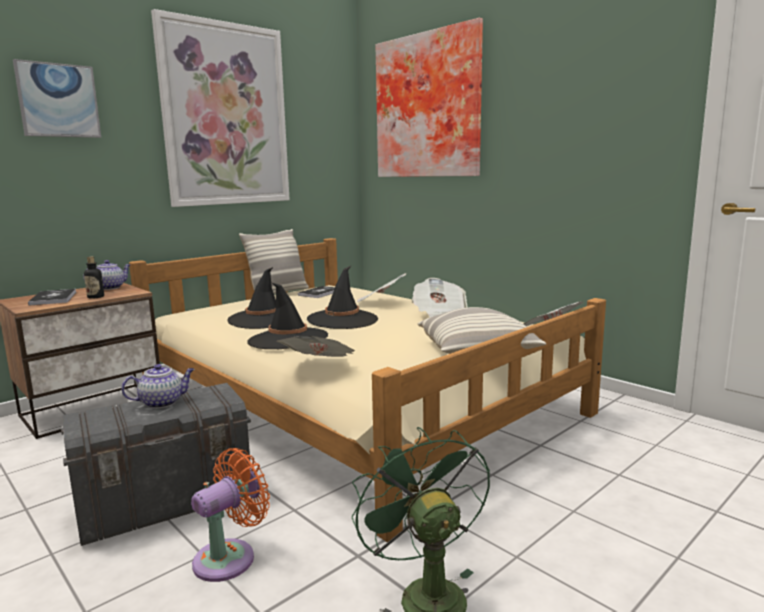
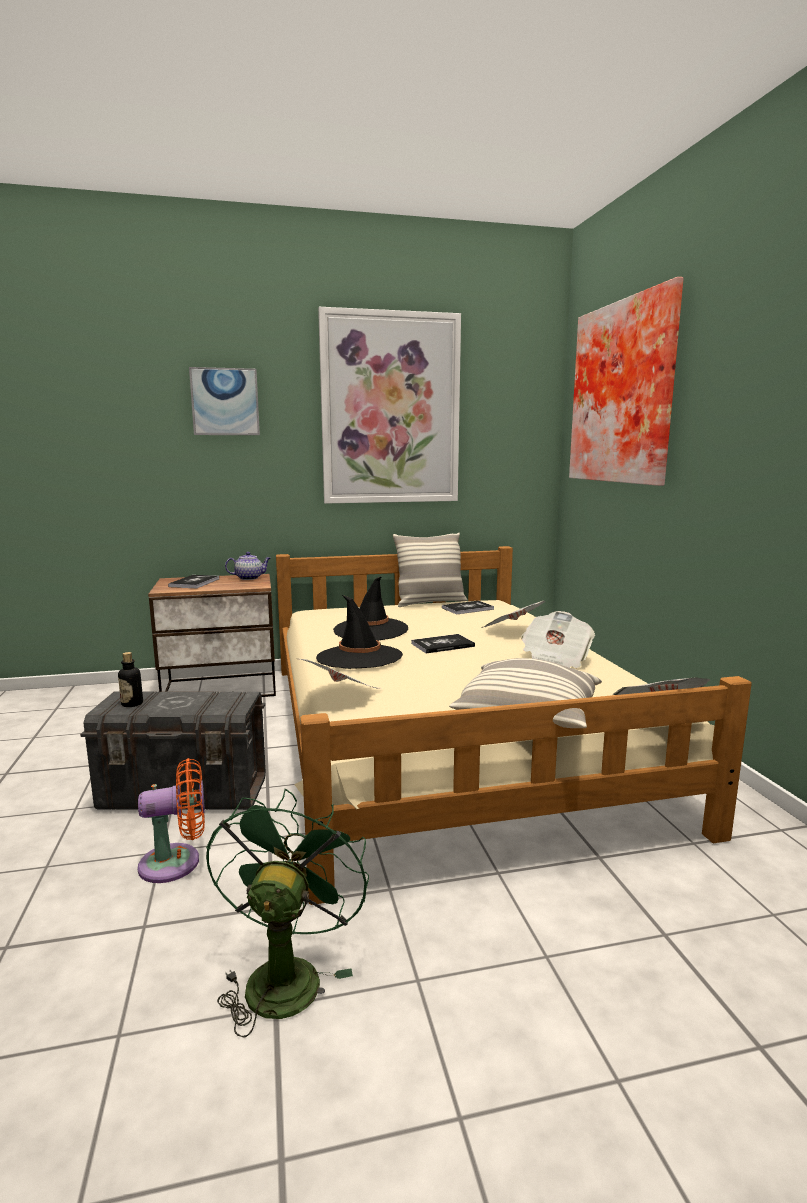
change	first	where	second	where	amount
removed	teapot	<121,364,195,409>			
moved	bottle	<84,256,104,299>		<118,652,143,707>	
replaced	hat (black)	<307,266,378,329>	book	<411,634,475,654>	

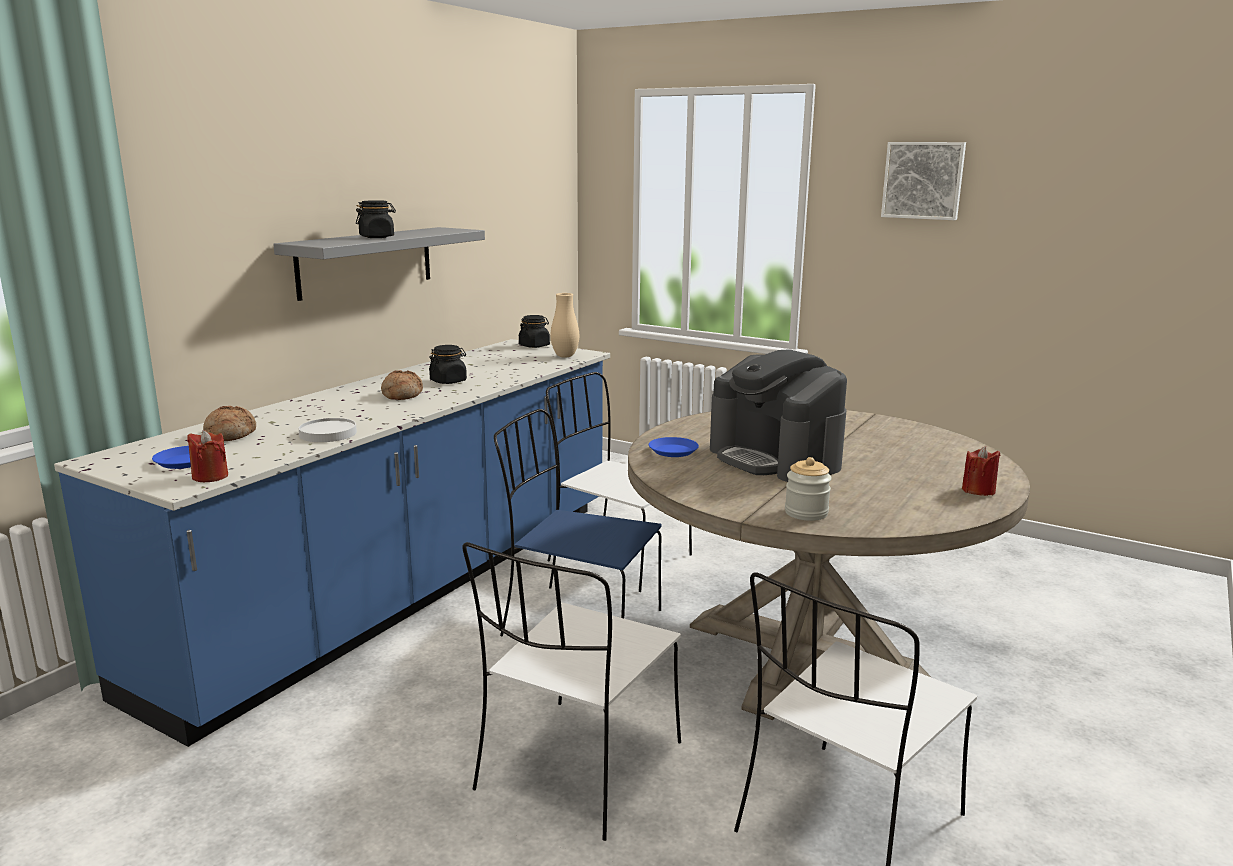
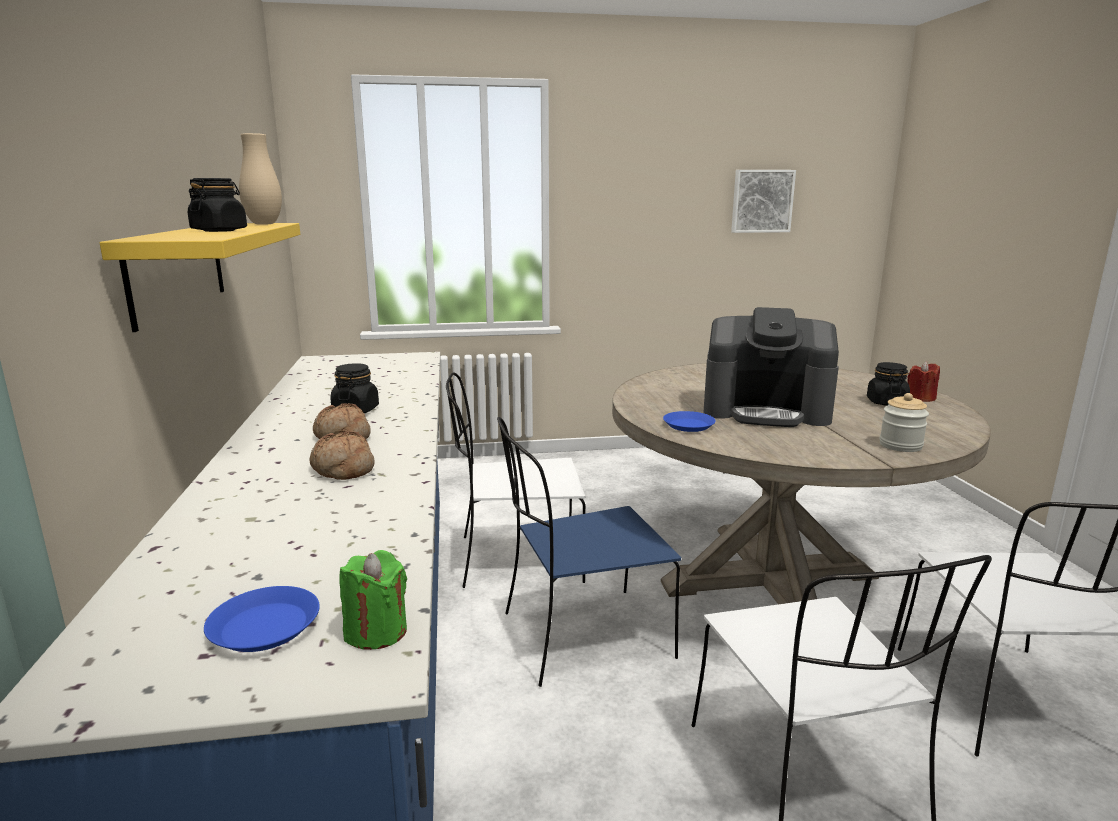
change	first	where	second	where	amount
removed	plate (white)	<299,418,357,442>			
moved	bread	<203,406,256,441>		<310,431,375,480>	
moved	jar (black)	<519,315,550,348>		<867,362,910,406>	
moved	vase (beige)	<551,293,579,358>		<239,133,282,225>	
moved	picture	<881,142,966,220>		<731,170,796,233>	
recoloured	candle (red)	<187,430,228,482>	candle (green)	<339,550,407,650>	
recoloured	shelf (grey)	<273,227,485,301>	shelf (yellow)	<100,223,300,332>	

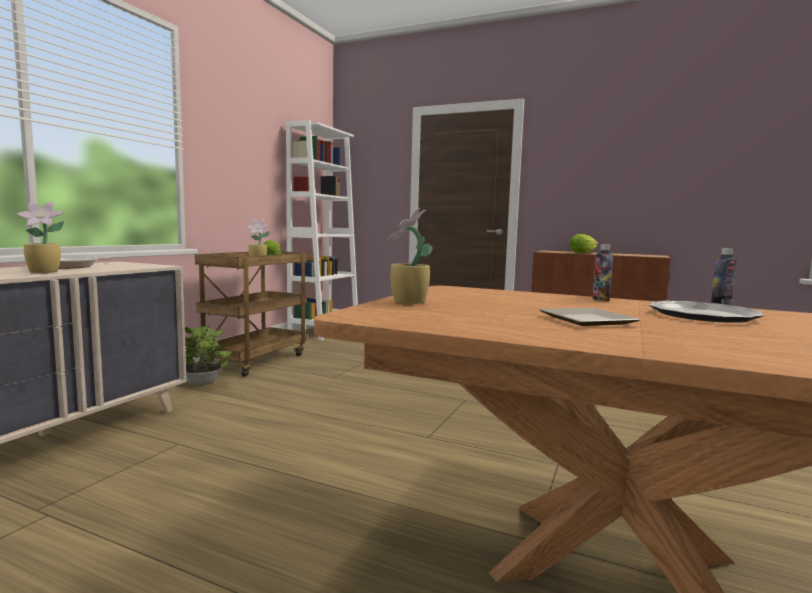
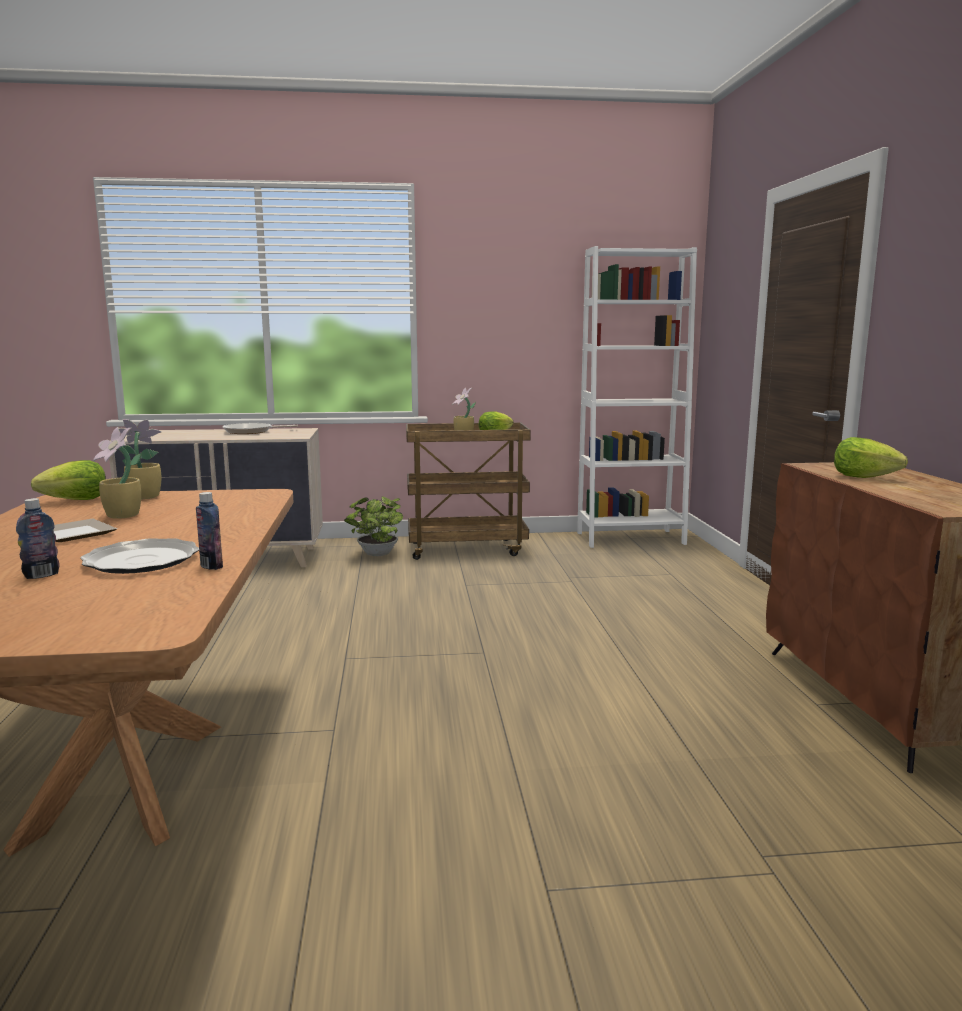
change	first	where	second	where	amount
added			lettuce	<31,460,106,500>	
moved	potted plant	<16,202,64,273>		<93,427,142,519>	
moved	bottle	<593,244,613,301>		<16,498,60,579>	

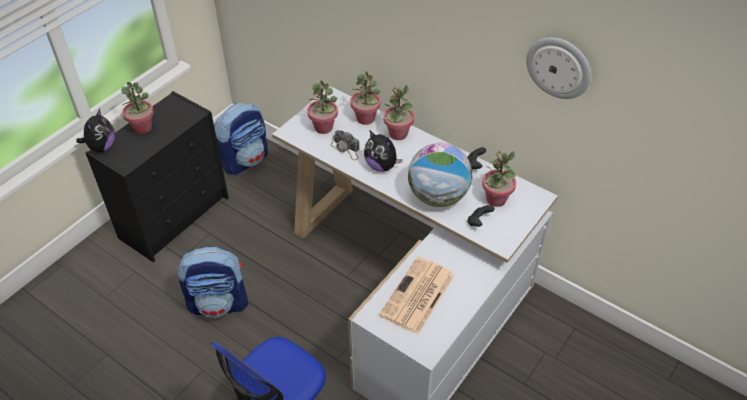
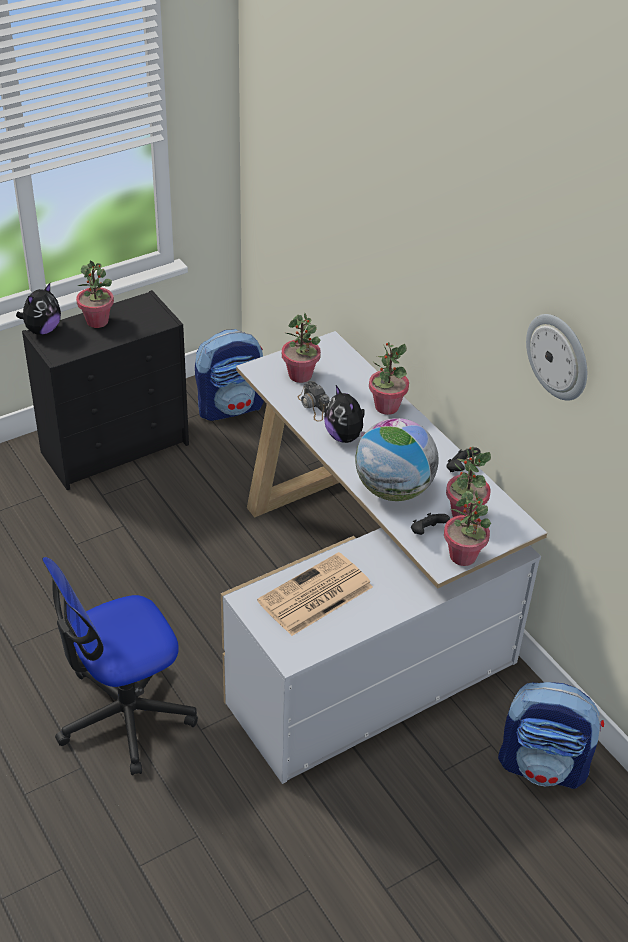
change	first	where	second	where	amount
moved	backpack	<178,247,248,318>		<498,682,604,789>	
moved	potted plant	<350,72,381,125>		<444,490,491,566>	

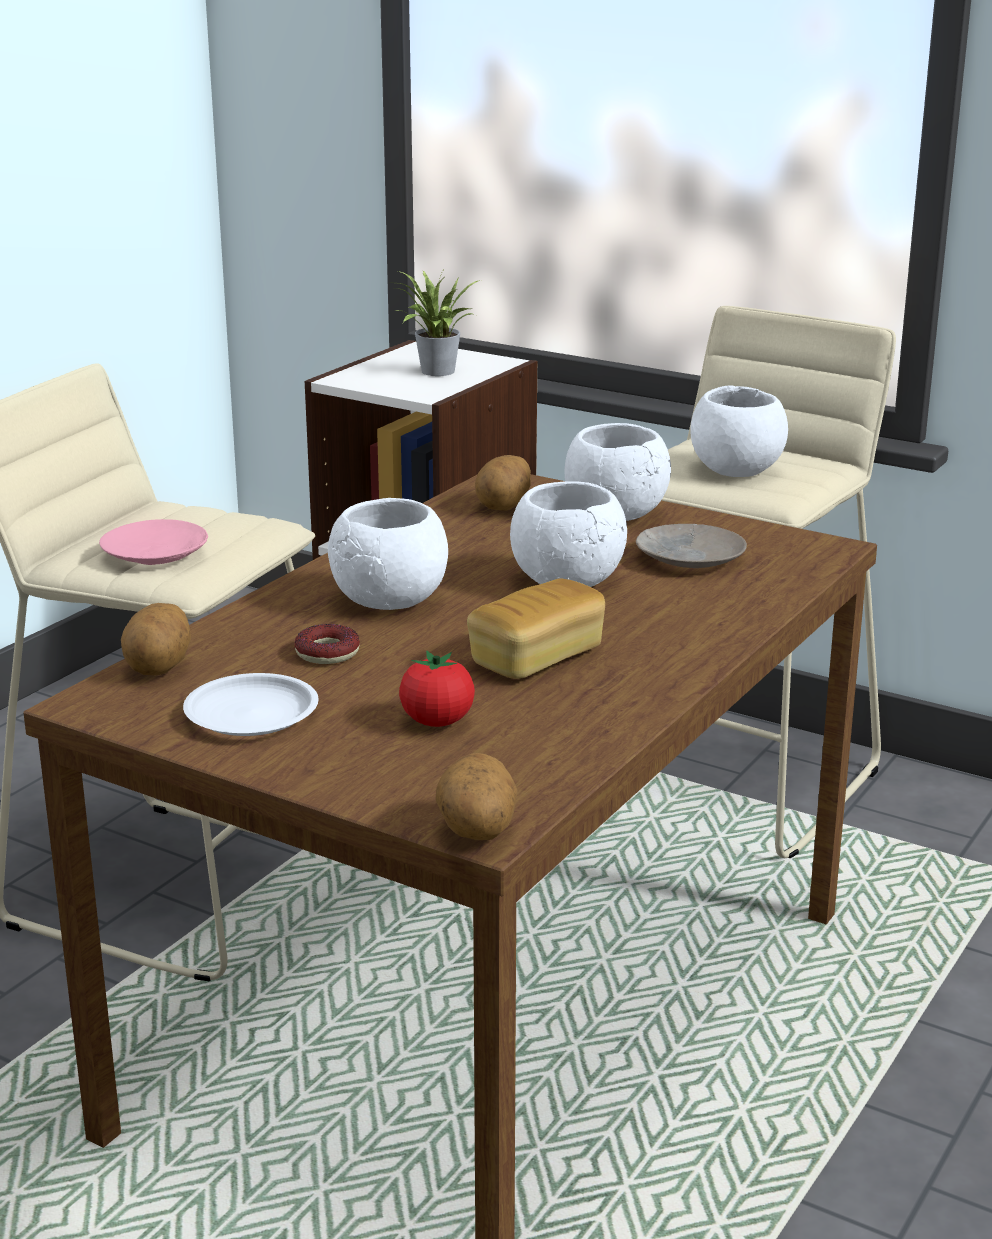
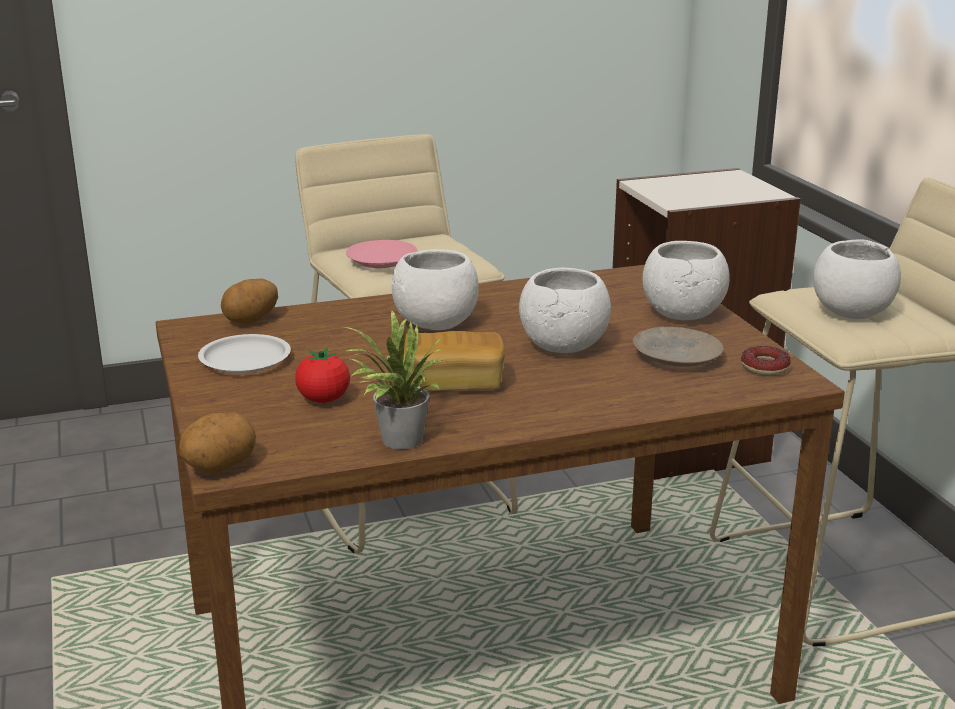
change	first	where	second	where	amount
removed	potato	<475,455,531,511>			
moved	donut	<294,624,360,664>		<741,346,791,375>	
moved	potted plant	<394,268,480,376>		<341,310,443,450>	

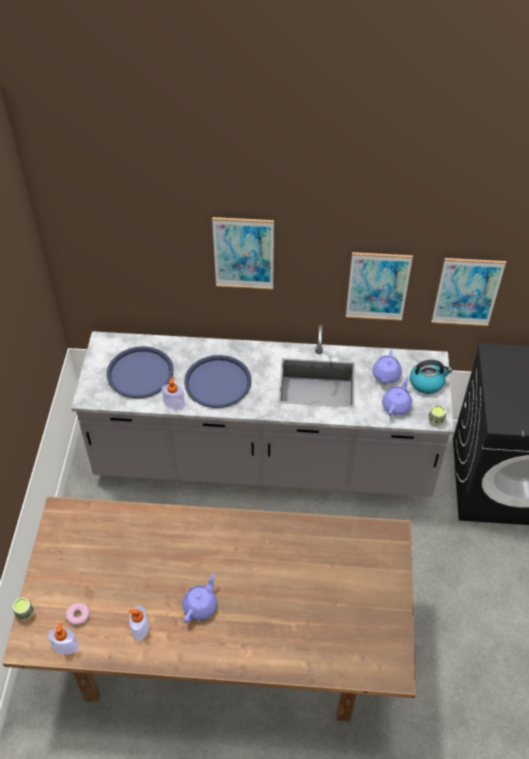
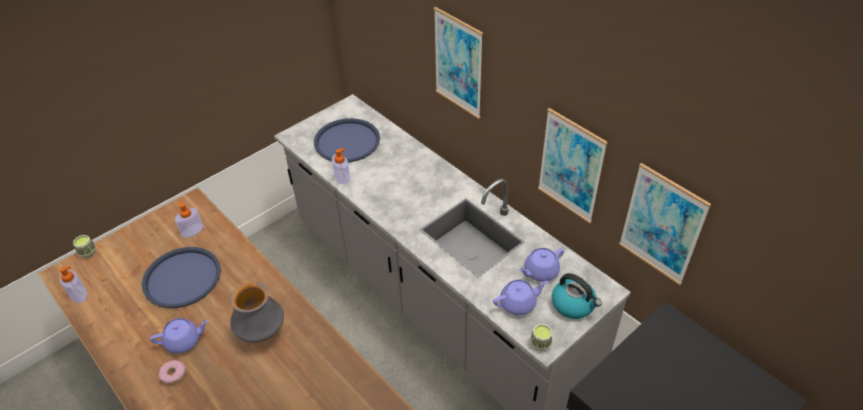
change	first	where	second	where	amount
added			vase	<230,282,284,343>	
moved	donut	<66,603,90,626>		<159,360,186,385>	
moved	soap dispenser	<129,605,149,641>		<175,202,203,238>	
moved	tray (blue)	<184,355,252,408>		<142,247,221,308>	

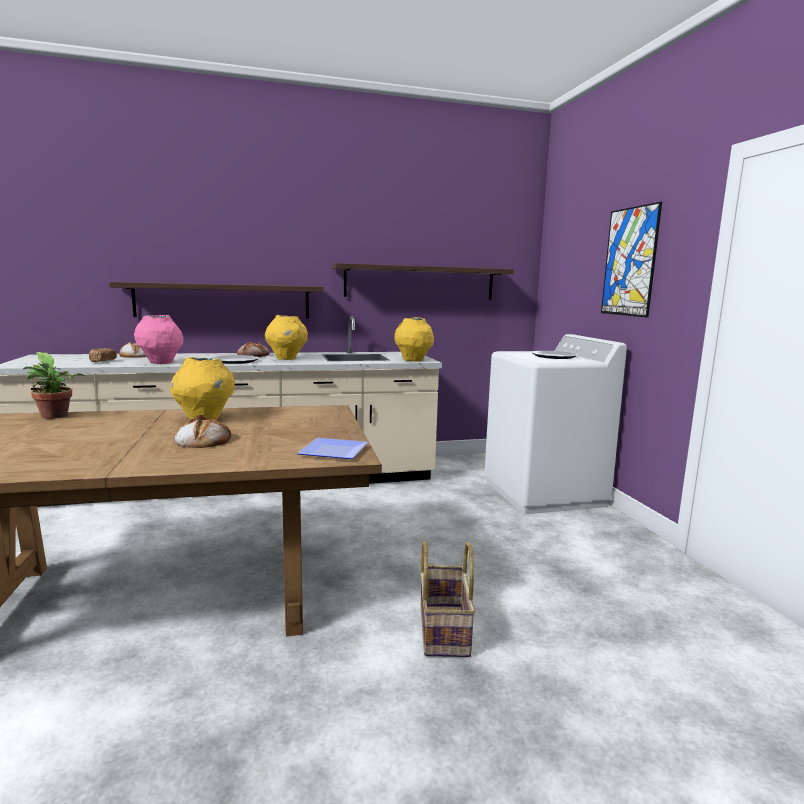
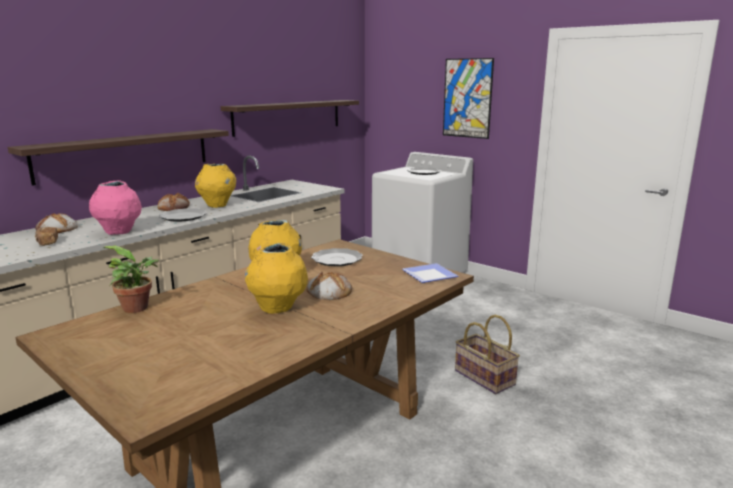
change	first	where	second	where	amount
added			plate	<311,248,363,266>	
moved	vase (yellow)	<394,317,434,361>		<245,242,308,314>	

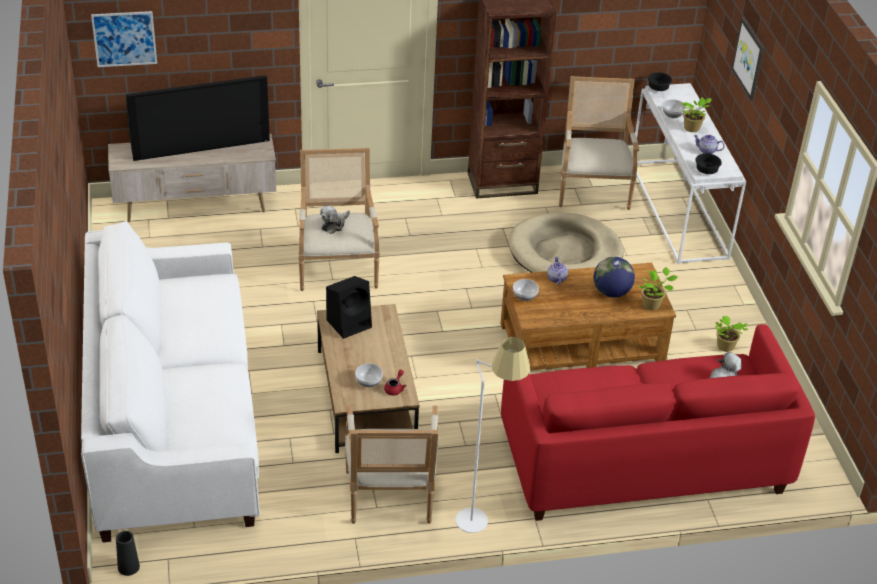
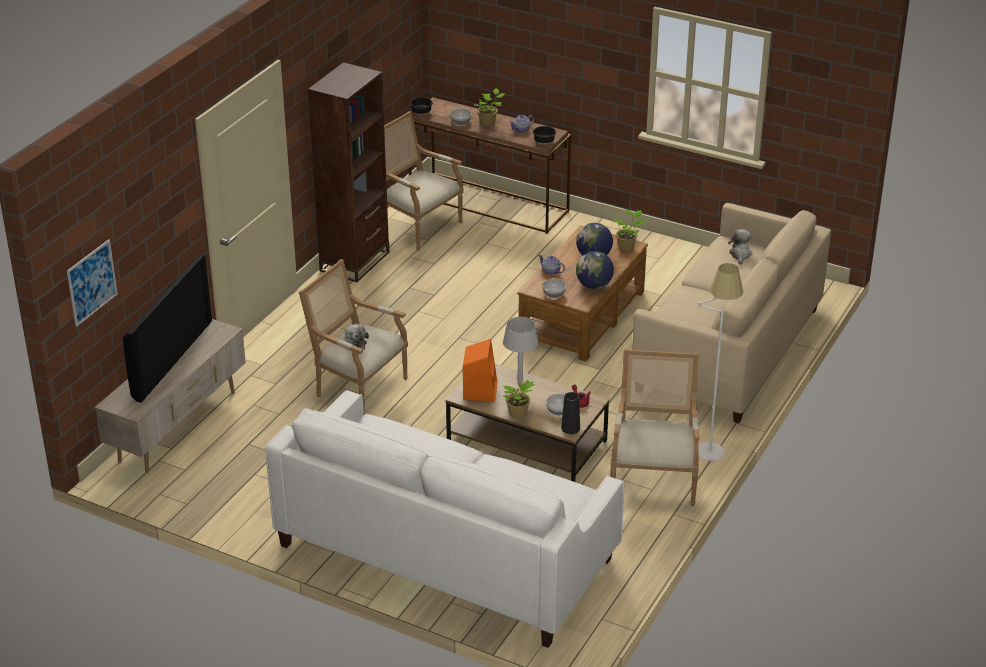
change	first	where	second	where	amount
removed	dog bed (beige)	<508,212,623,272>			
removed	picture	<731,17,764,101>			
added			table lamp (grey)	<503,317,539,382>	
added			globe	<576,251,614,289>	
moved	vase (black)	<116,531,140,576>		<561,392,580,434>	
moved	potted plant	<715,316,748,352>		<503,380,534,419>	
recoloured	speaker (black)	<326,276,372,339>	speaker (orange)	<463,339,498,402>	
recoloured	sofa (red)	<501,324,815,521>	sofa (beige)	<632,203,831,423>	
recoloured	console table (white)	<632,83,746,264>	console table (brown)	<409,97,571,234>	
turned	armchair	<345,405,438,524>		<610,349,700,506>	120 degrees counterclockwise

